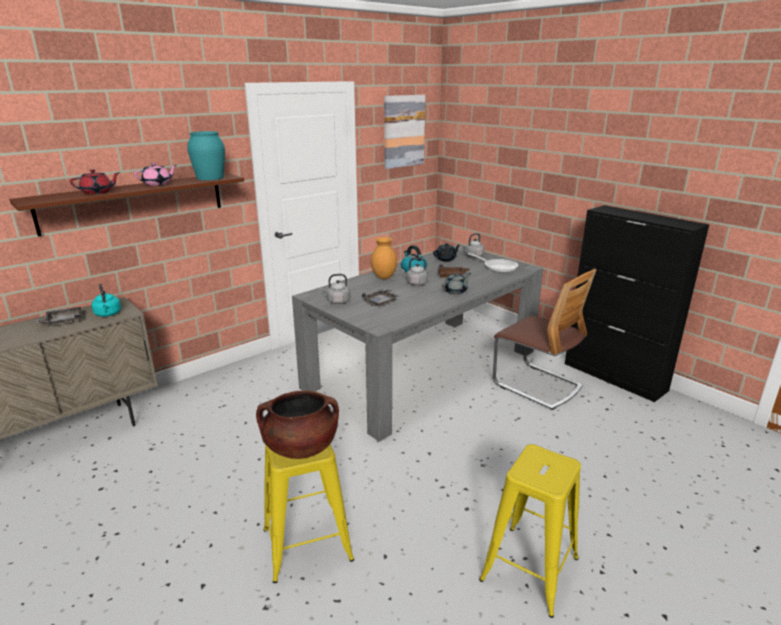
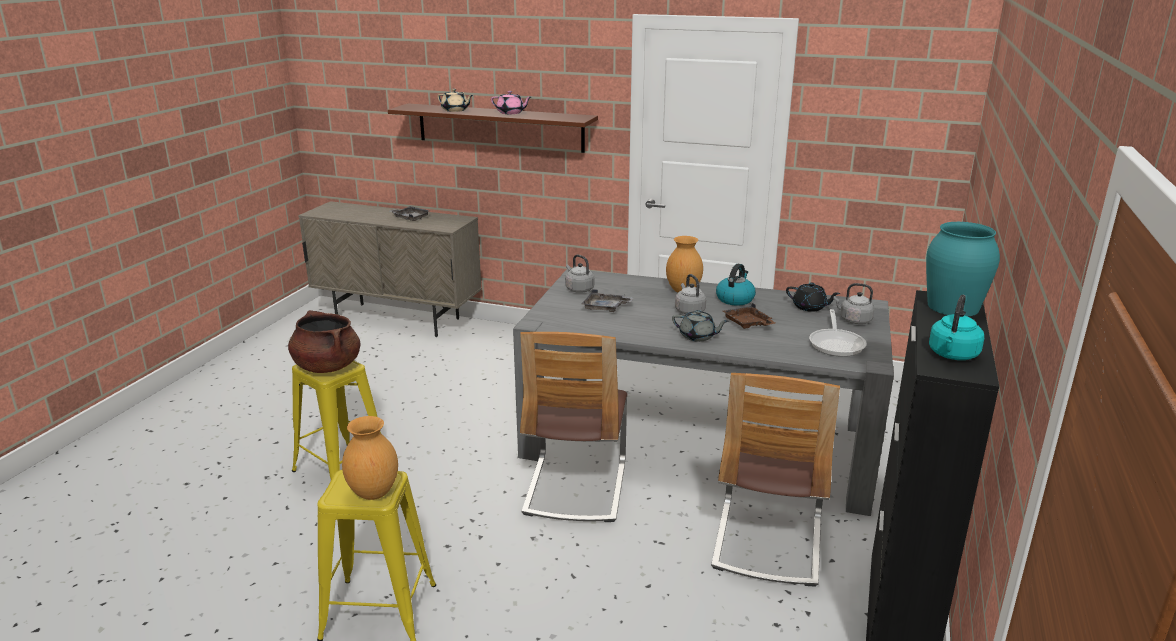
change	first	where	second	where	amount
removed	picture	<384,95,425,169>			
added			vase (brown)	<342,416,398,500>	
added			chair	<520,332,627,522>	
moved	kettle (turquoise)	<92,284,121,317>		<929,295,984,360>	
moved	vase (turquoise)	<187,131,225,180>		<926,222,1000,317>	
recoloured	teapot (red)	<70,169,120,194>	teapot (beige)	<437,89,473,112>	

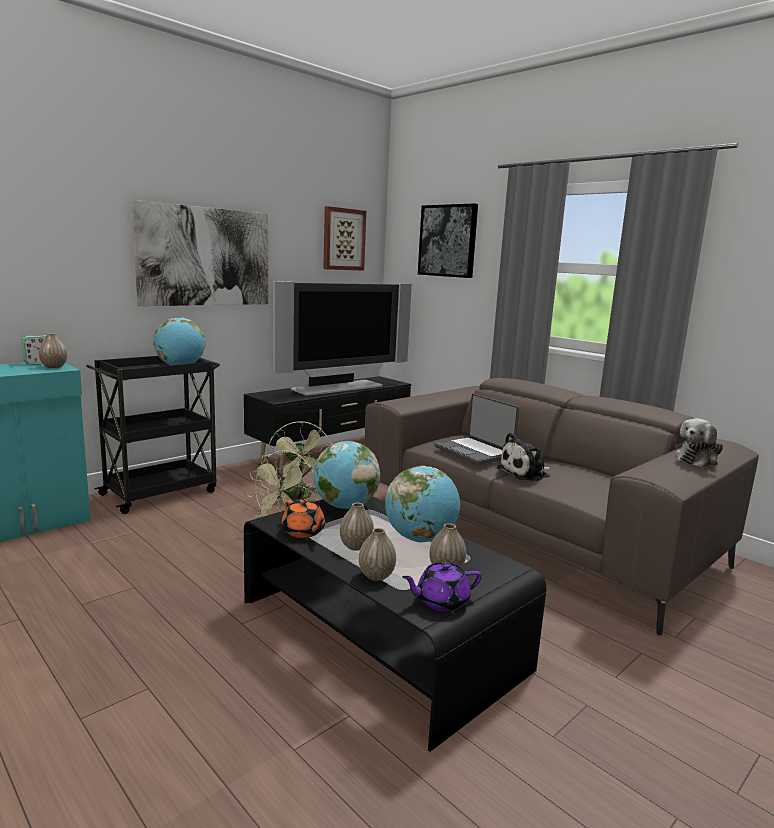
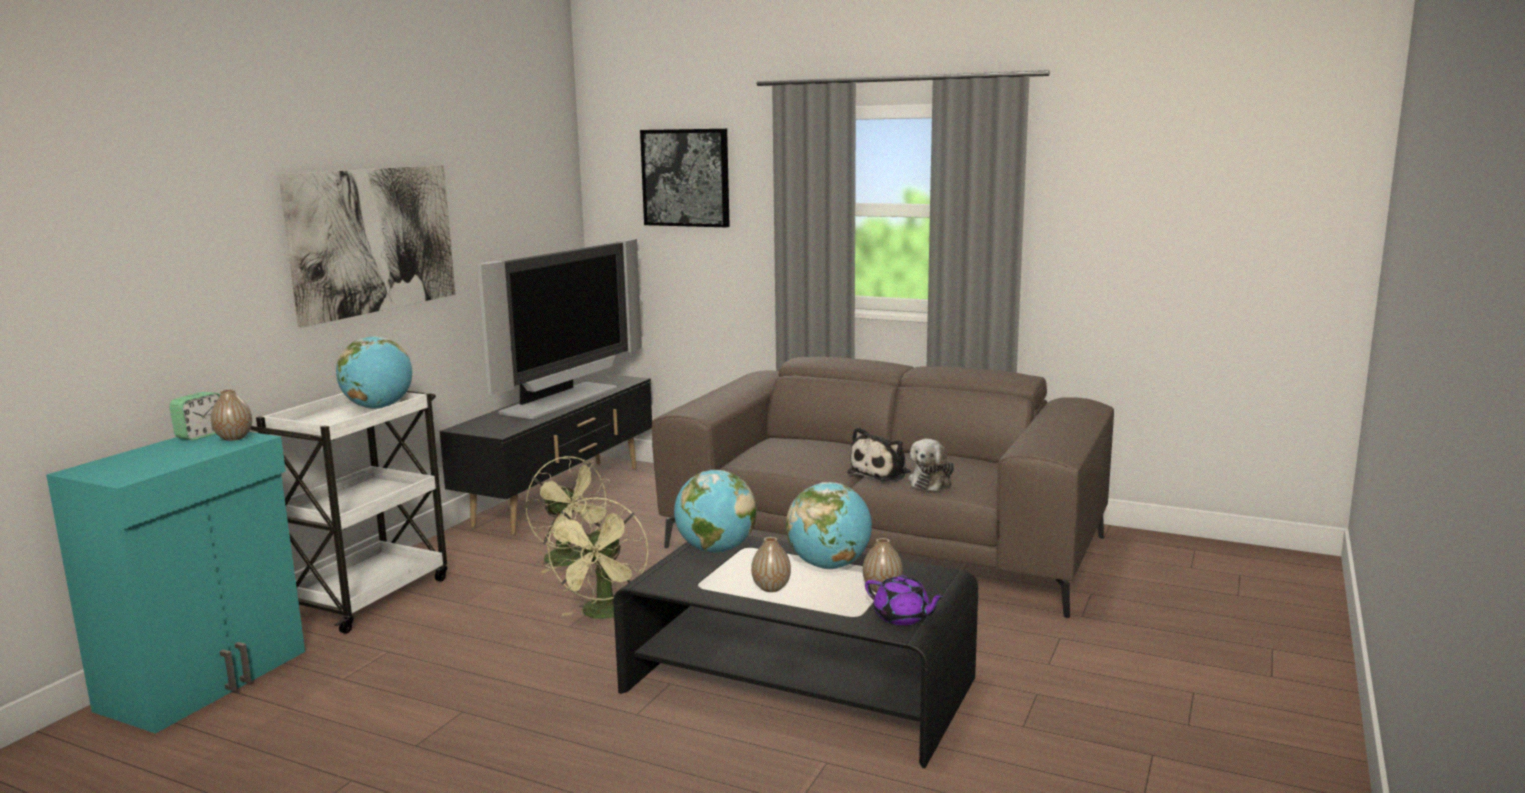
change	first	where	second	where	amount
removed	teapot (orange)	<281,499,326,538>			
removed	picture	<323,206,366,271>			
removed	vase	<359,528,396,581>			
removed	laptop	<435,394,519,465>			
moved	plush toy	<675,418,723,467>		<908,439,954,491>	
recoloured	cart (black)	<86,356,220,514>	cart (white)	<250,391,447,634>	
turned	teapot (purple)	<402,562,482,611>		<865,575,946,625>	105 degrees counterclockwise

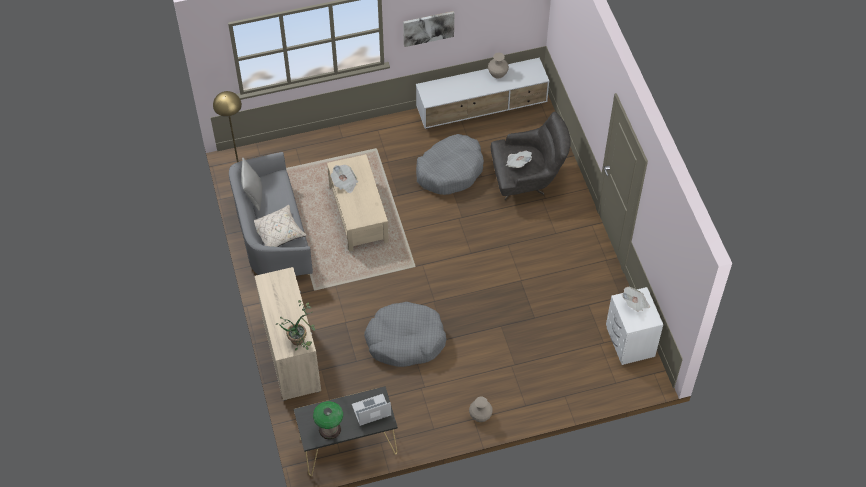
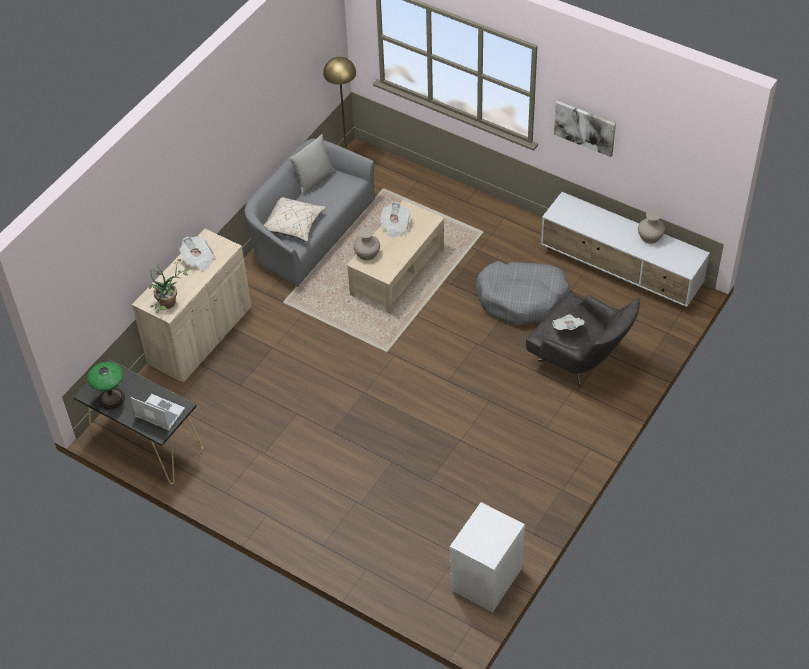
change	first	where	second	where	amount
removed	dog bed (grey)	<364,302,446,367>			
moved	vase (beige)	<469,396,493,422>		<354,227,380,261>	
moved	newspaper	<622,286,650,312>		<179,236,216,272>	

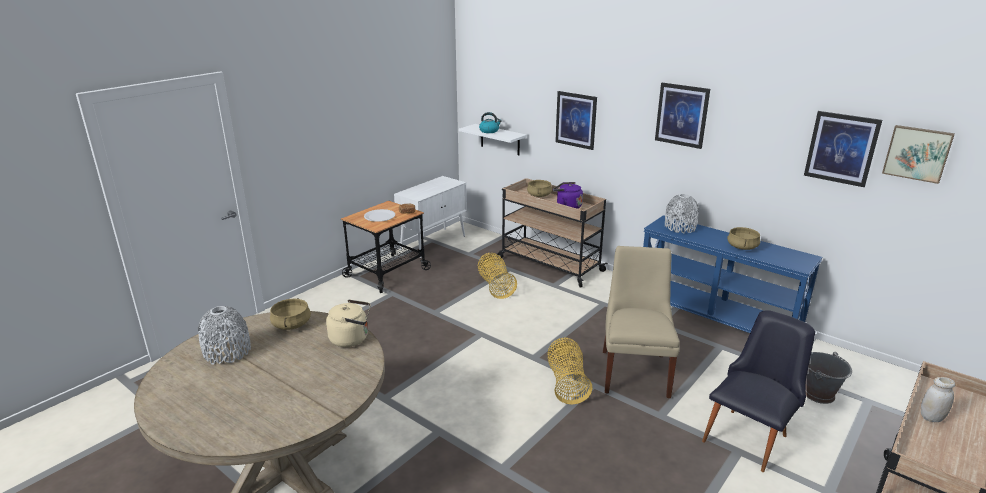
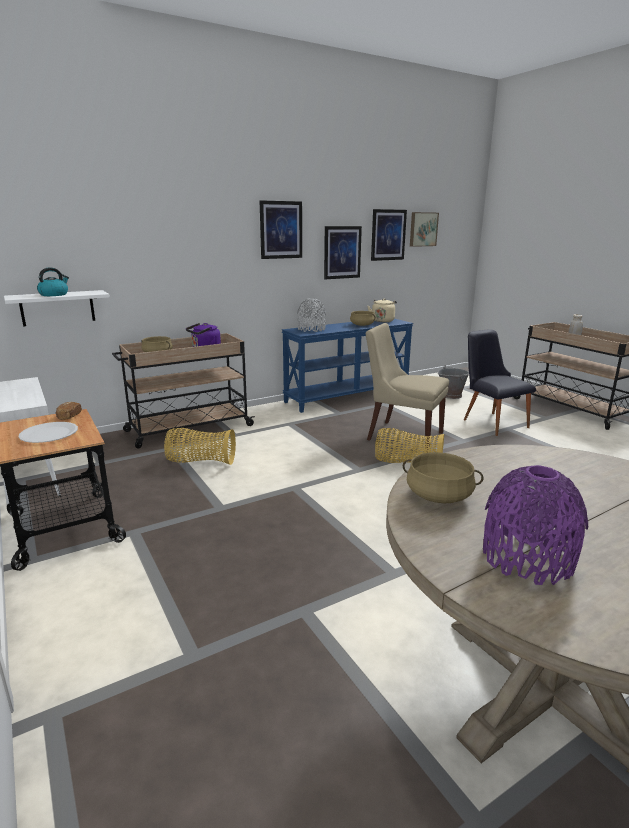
change	first	where	second	where	amount
moved	kettle (beige)	<326,299,371,347>		<368,298,397,322>	
moved	picture	<555,91,597,150>		<324,226,362,279>	
recoloured	vase (grey)	<197,306,251,364>	vase (purple)	<483,465,588,585>	

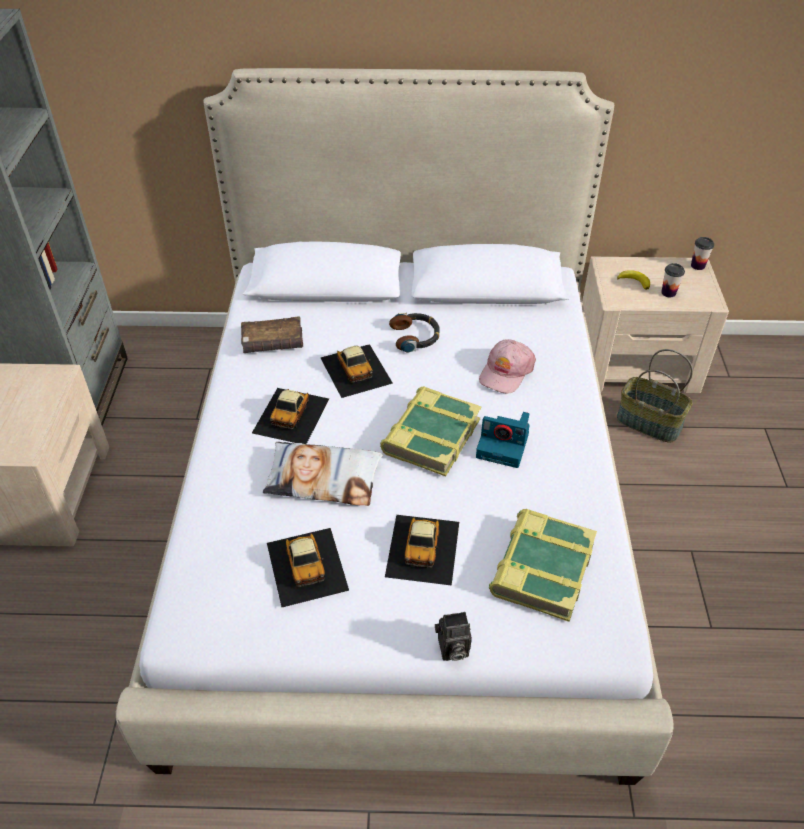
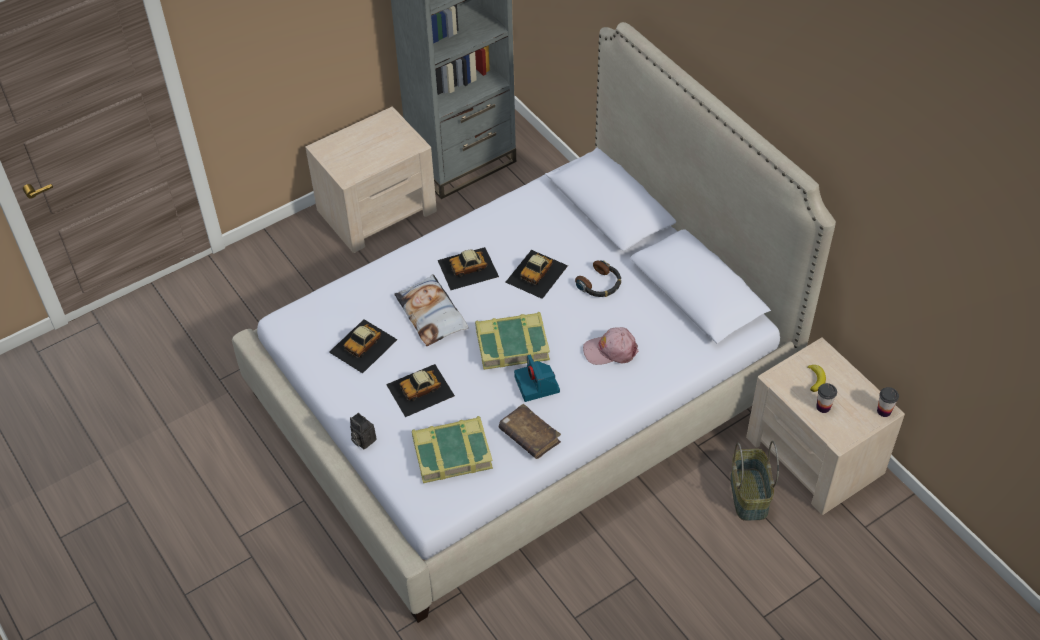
change	first	where	second	where	amount
moved	book (brown)	<241,316,303,353>		<499,404,561,459>	

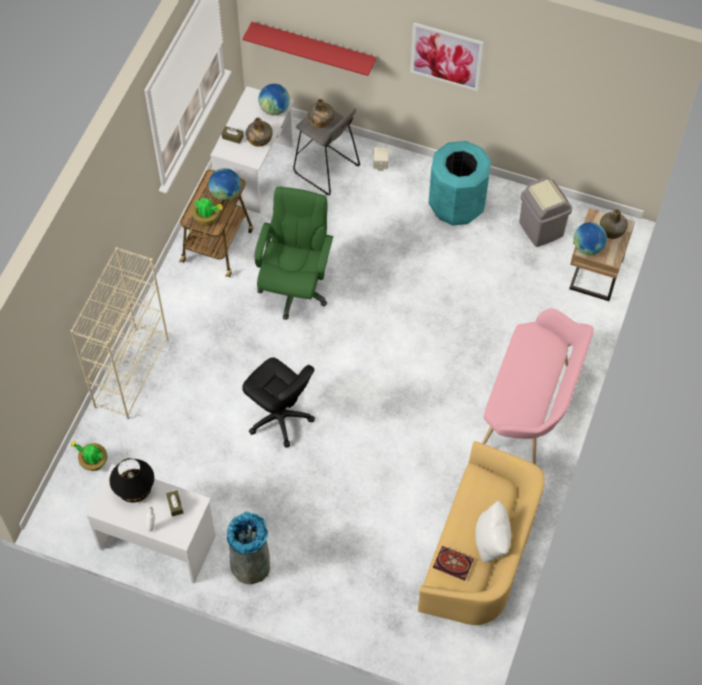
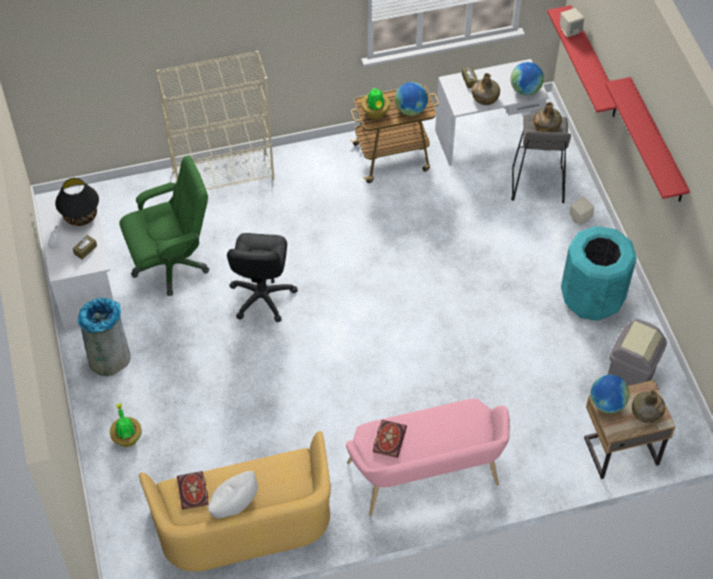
change	first	where	second	where	amount
added			book	<373,420,407,458>	
added			speaker (beige)	<560,8,584,37>	
moved	potted plant	<71,441,107,471>		<110,403,142,447>	
moved	office chair (green)	<254,187,333,320>		<119,155,209,296>	
replaced	picture	<410,23,484,91>	shelf (red)	<605,77,690,202>	

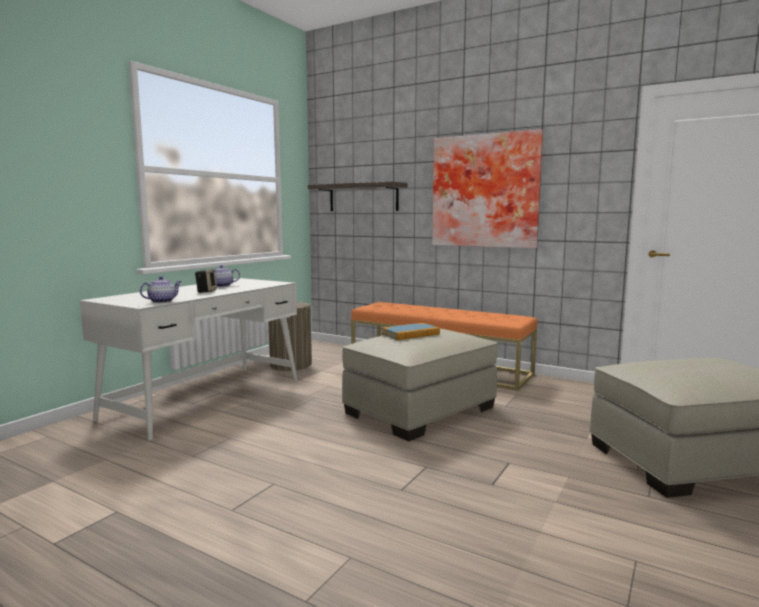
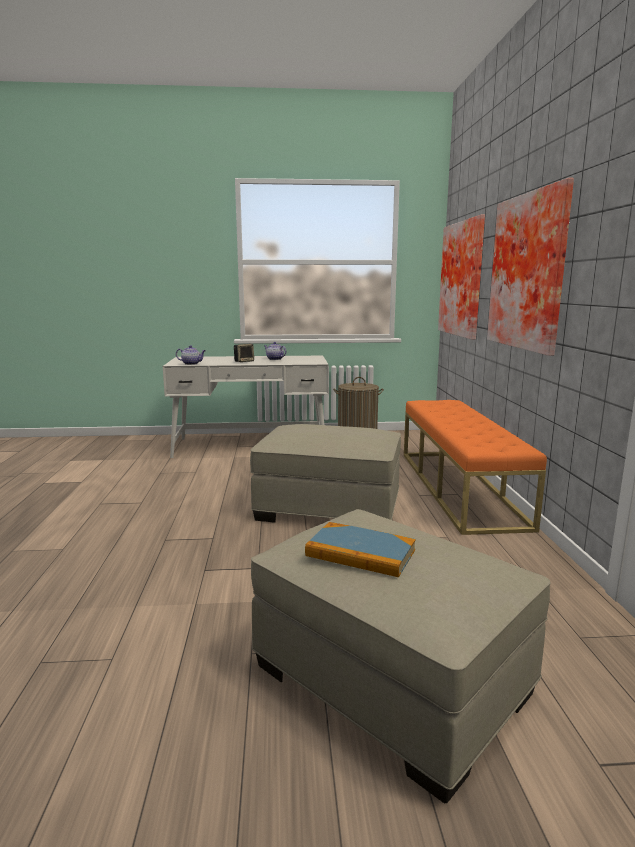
change	first	where	second	where	amount
moved	book	<382,323,440,340>		<305,522,416,577>	
replaced	shelf	<308,181,408,211>	picture	<438,214,485,340>	

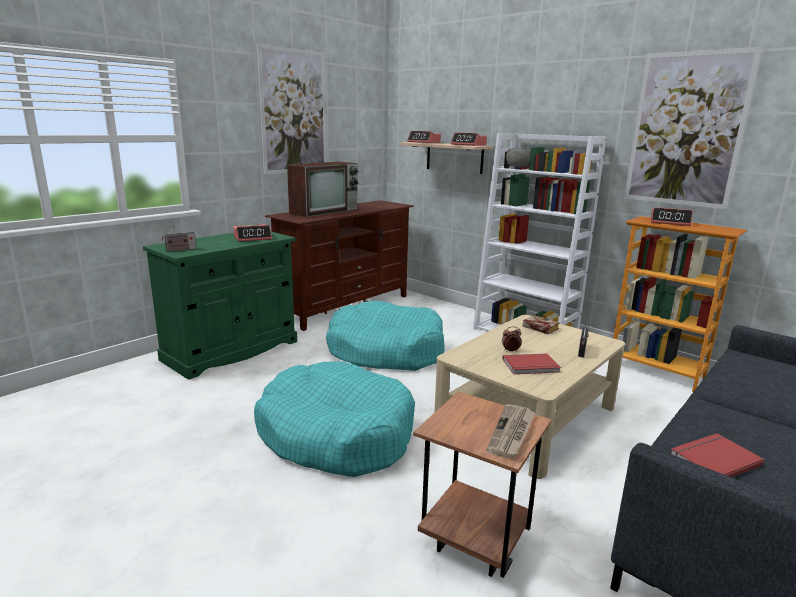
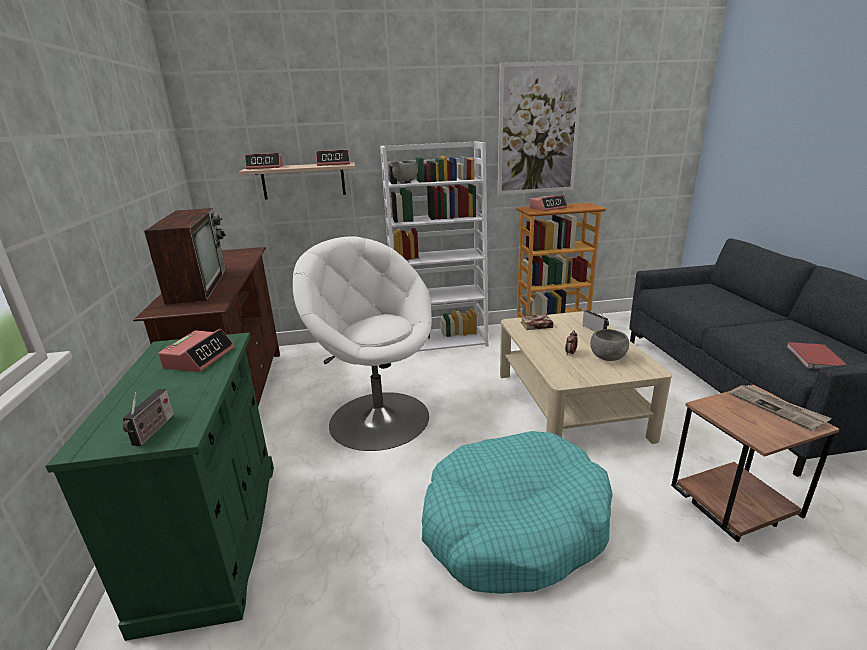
change	first	where	second	where	amount
removed	picture	<257,43,327,174>			
replaced	dog bed (turquoise)	<326,301,445,371>	armchair (white)	<293,236,432,451>	
replaced	book (red)	<502,353,561,374>	bowl (grey)	<590,329,629,361>	

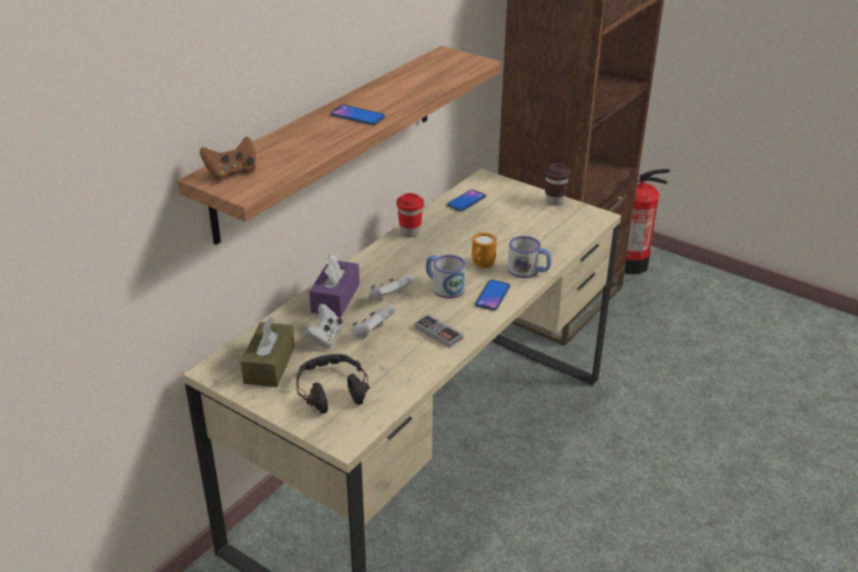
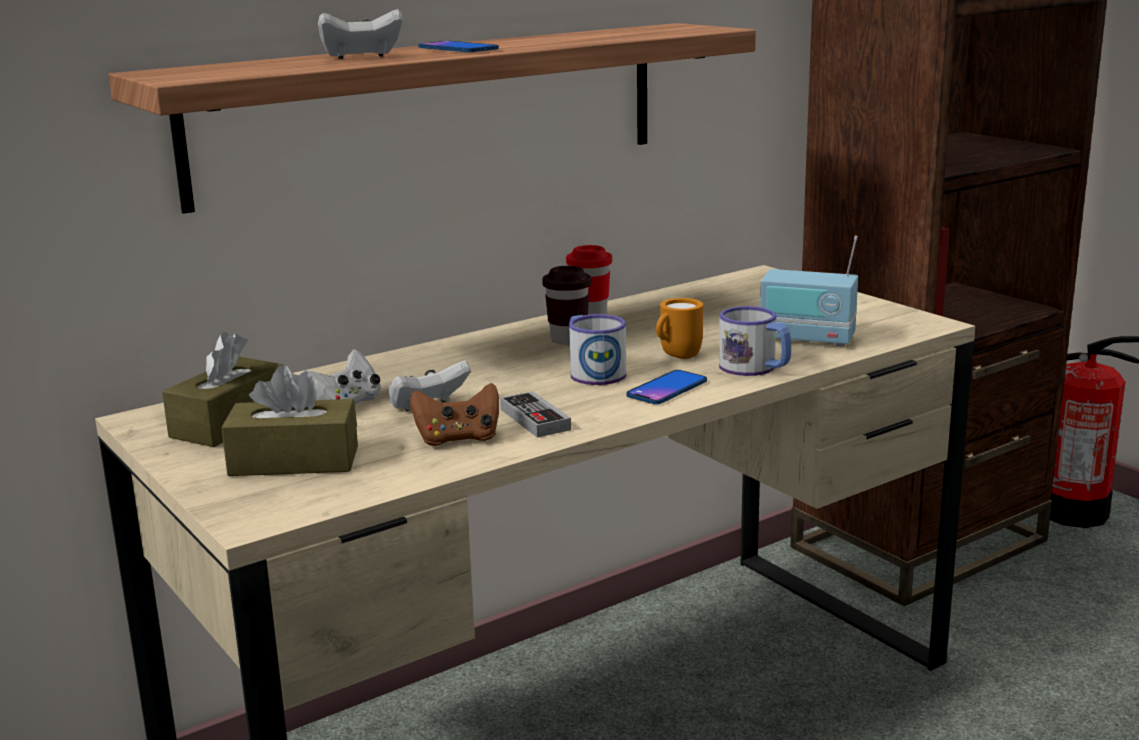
change	first	where	second	where	amount
removed	tissue box (purple)	<309,254,360,317>			
removed	phone	<447,189,486,211>			
added			radio	<760,236,858,347>	
moved	game controller (brown)	<200,137,256,180>		<410,383,499,446>	
moved	game controller (white)	<370,275,415,302>		<318,9,403,59>	
moved	cup (brown)	<544,163,571,206>		<542,266,591,345>	
replaced	headphones	<296,354,369,414>	tissue box (brown)	<221,365,358,476>	

